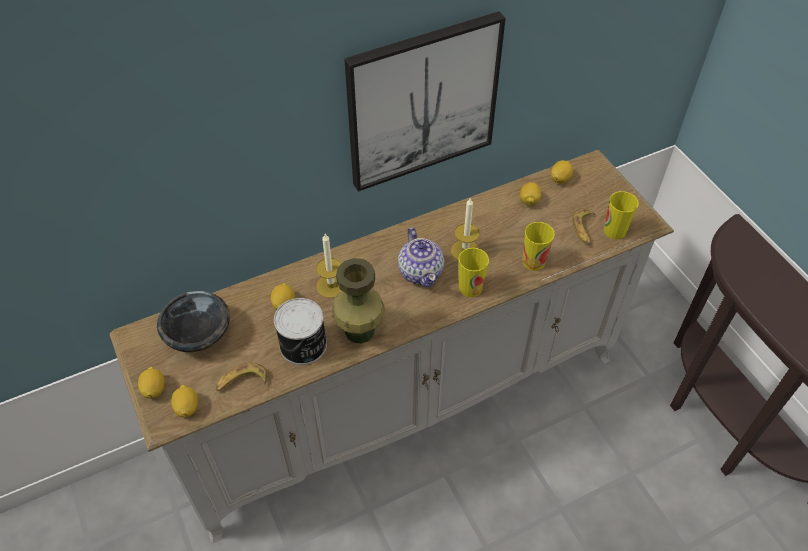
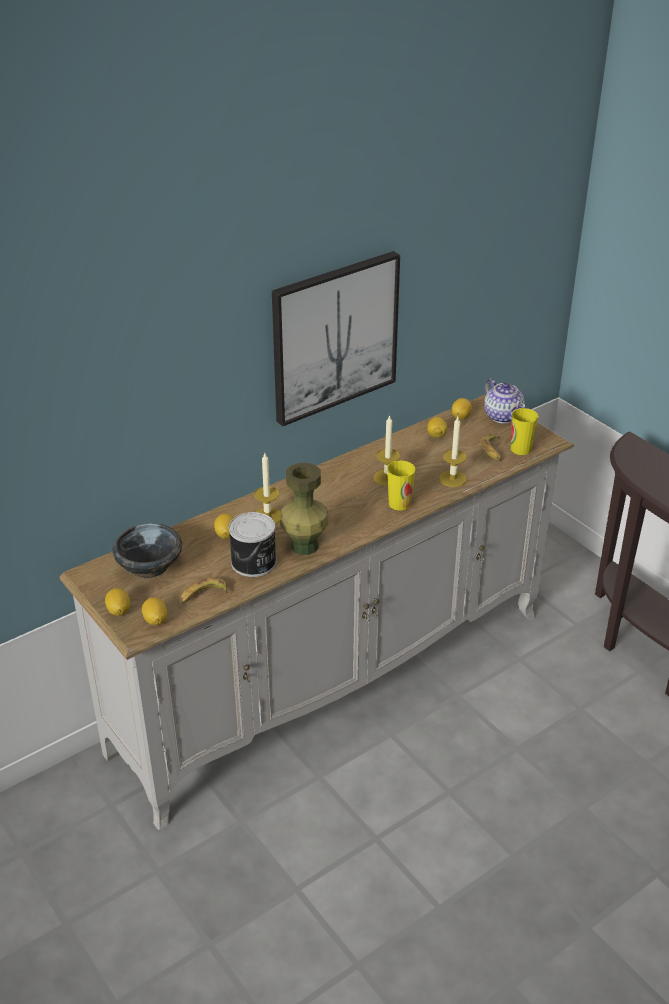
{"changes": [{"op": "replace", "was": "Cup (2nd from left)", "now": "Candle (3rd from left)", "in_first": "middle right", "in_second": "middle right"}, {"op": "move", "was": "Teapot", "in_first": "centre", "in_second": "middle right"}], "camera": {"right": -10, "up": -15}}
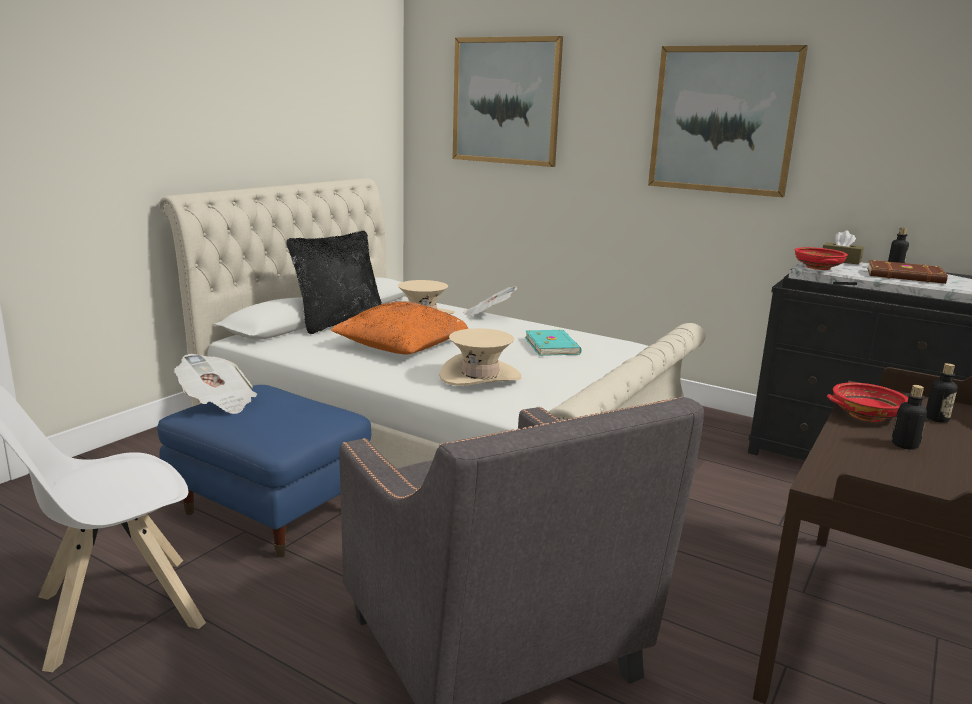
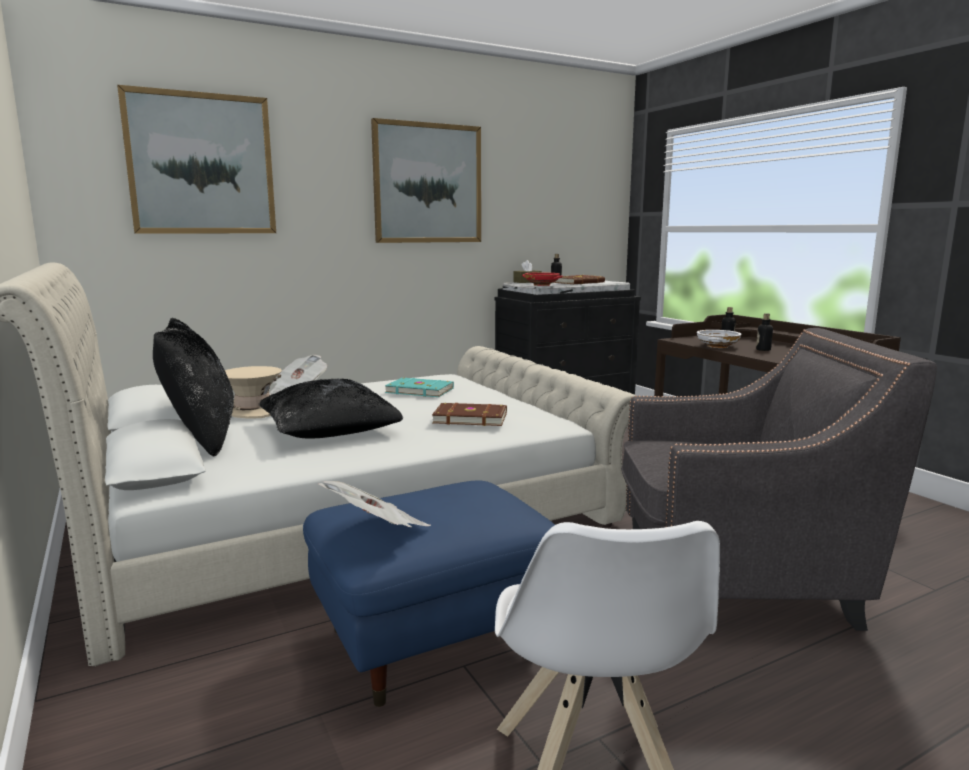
{"changes": [{"op": "recolor", "was": "OrangePillow", "now": "BlackPillow (2nd from left)", "in_first": "centre", "in_second": "centre"}, {"op": "replace", "was": "BeigeHat (2nd from left)", "now": "BrownBook (1st from left)", "in_first": "centre", "in_second": "centre"}, {"op": "recolor", "was": "RedBowl (2nd from left)", "now": "WhiteBowl", "in_first": "middle right", "in_second": "middle right"}], "camera": {"right": -60, "up": -5}}
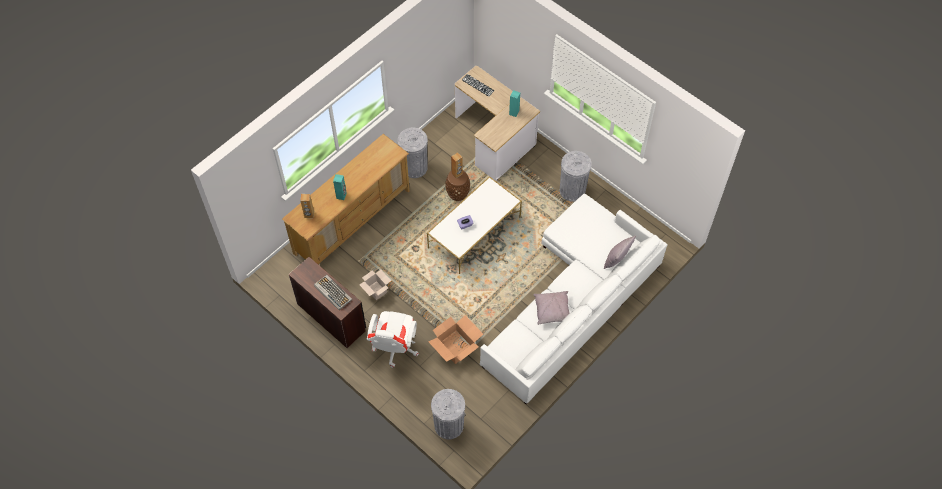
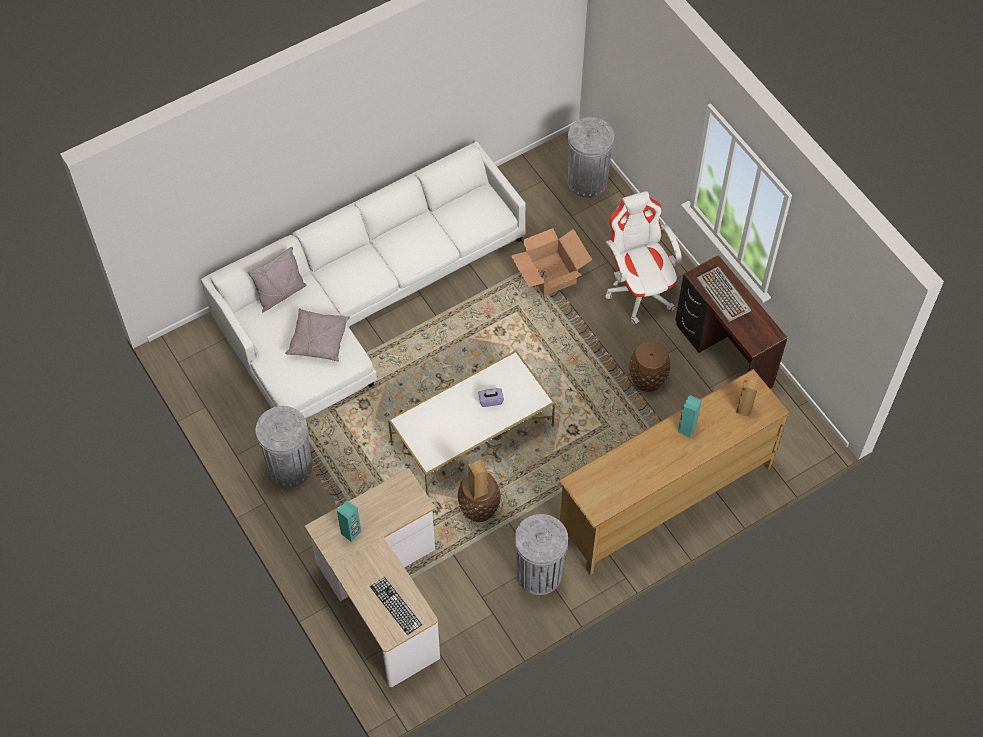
{"changes": [{"op": "move", "was": "PurplePillow (1st from left in the first image)", "now": "PurplePillow (2nd from left)", "in_first": "centre", "in_second": "middle left"}, {"op": "rotate", "was": "WhiteOfficeChair", "in_first": "bottom centre", "in_second": "centre", "clockwise": -45}, {"op": "replace", "was": "CardboardBox (1st from left)", "now": "BrownStool (2nd from left)", "in_first": "centre", "in_second": "centre"}], "camera": {"right": -165, "up": 0}}
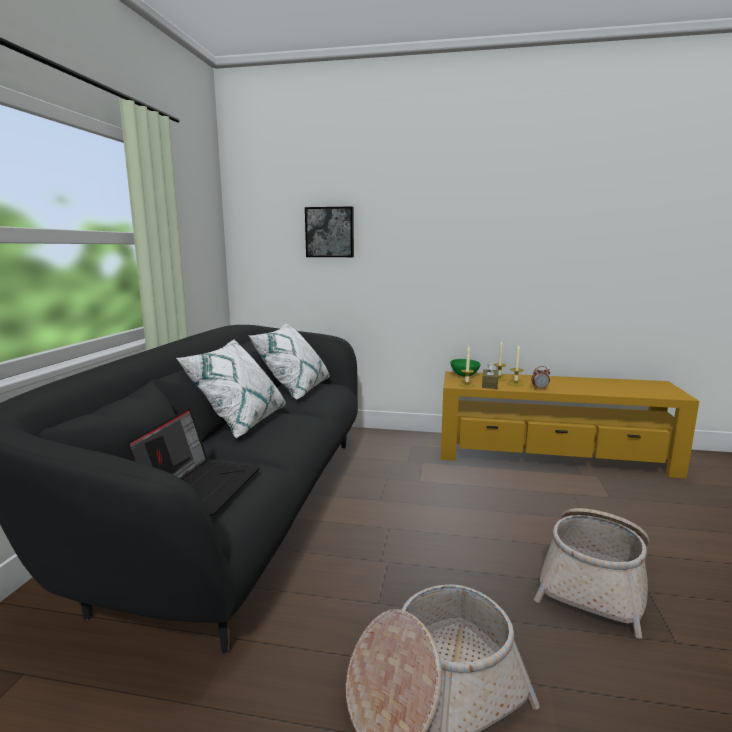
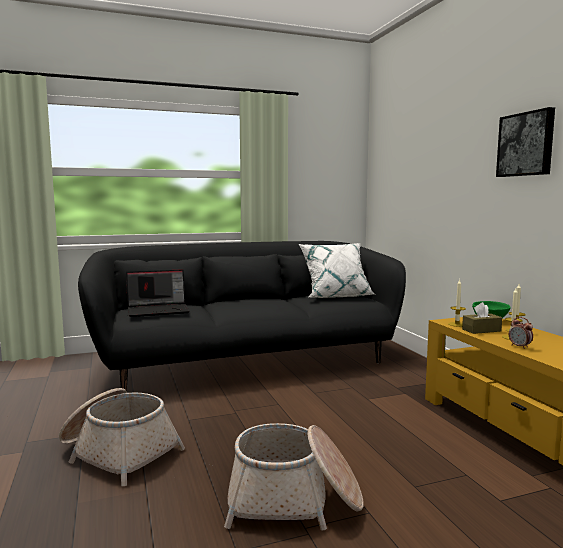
{"changes": [{"op": "move", "was": "Picture", "in_first": "top centre", "in_second": "top right"}, {"op": "delete", "was": "WhitePillow (1st from left)", "in_first": "middle left"}], "camera": {"right": 60, "up": -5}}
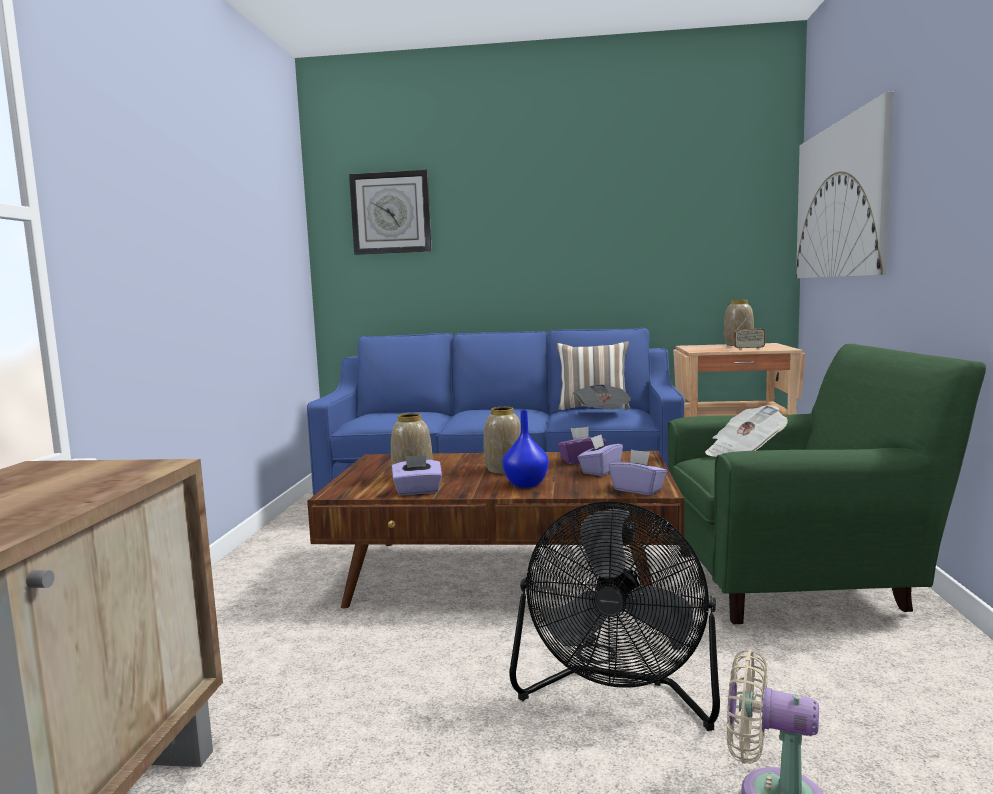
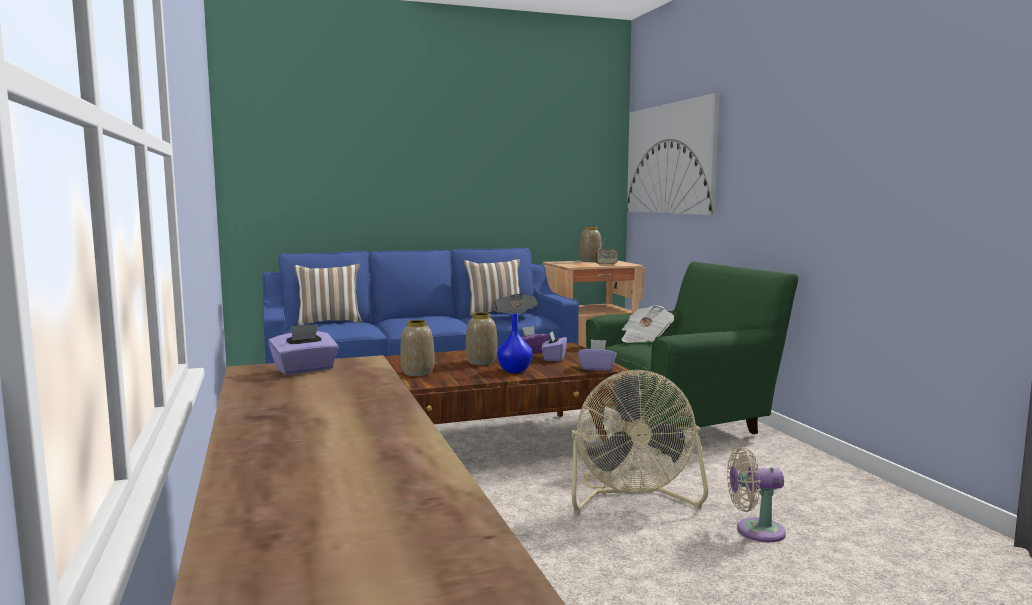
{"changes": [{"op": "move", "was": "PurpleTissueBox (1st from left)", "in_first": "centre", "in_second": "middle left"}, {"op": "insert", "now": "Pillow (1st from left)", "in_second": "middle left"}, {"op": "recolor", "was": "BlackFan", "now": "BeigeFan (1st from left)", "in_first": "bottom centre", "in_second": "bottom centre"}, {"op": "delete", "was": "WallClock", "in_first": "top centre"}], "camera": {"right": -25, "up": 0}}
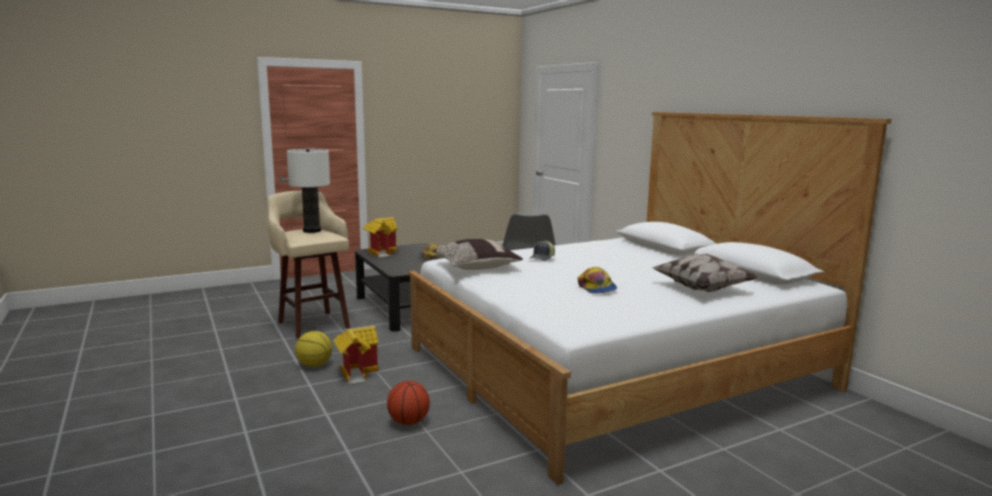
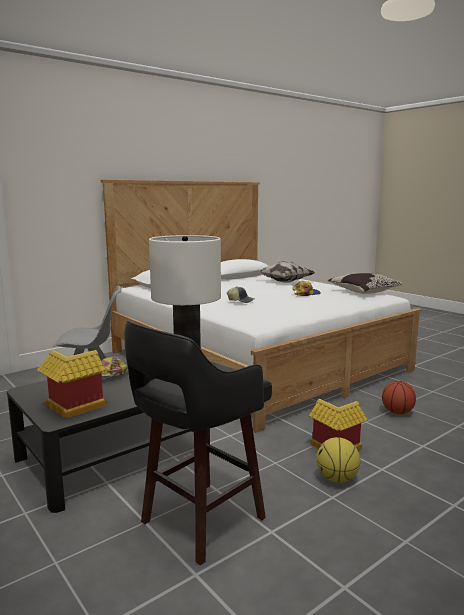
{"changes": [{"op": "recolor", "was": "BeigeStool", "now": "BlackStool", "in_first": "middle left", "in_second": "bottom centre"}, {"op": "move", "was": "Pillow (1st from left in the first image)", "now": "Pillow (2nd from left)", "in_first": "centre", "in_second": "middle right"}], "camera": {"right": -100, "up": 0}}
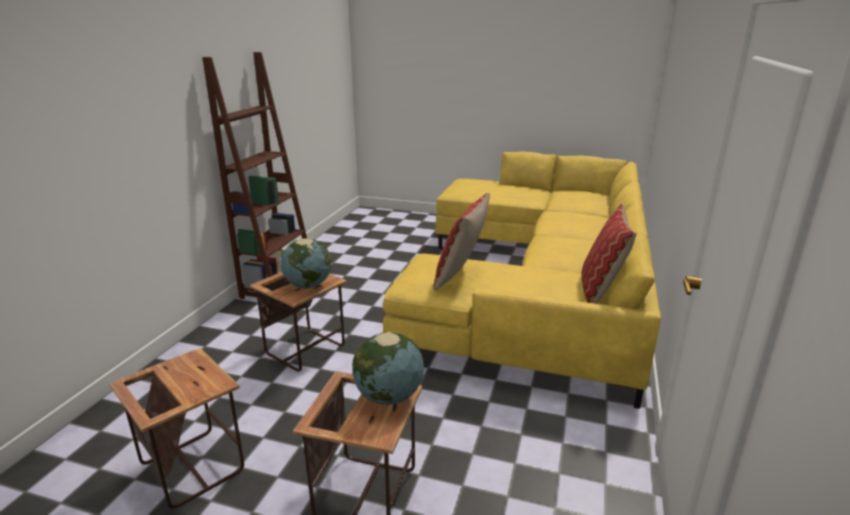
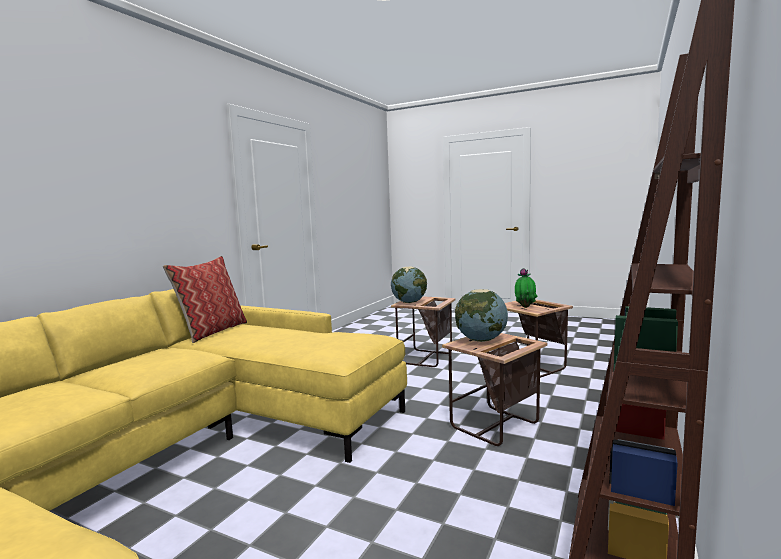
{"changes": [{"op": "insert", "now": "PottedPlant", "in_second": "middle right"}, {"op": "delete", "was": "Pillow (1st from left)", "in_first": "centre"}], "camera": {"right": -170, "up": -15}}
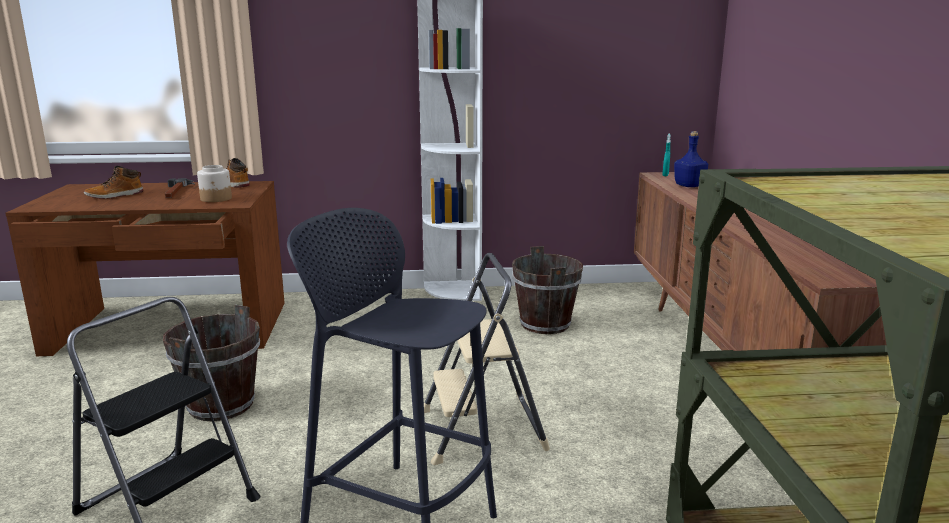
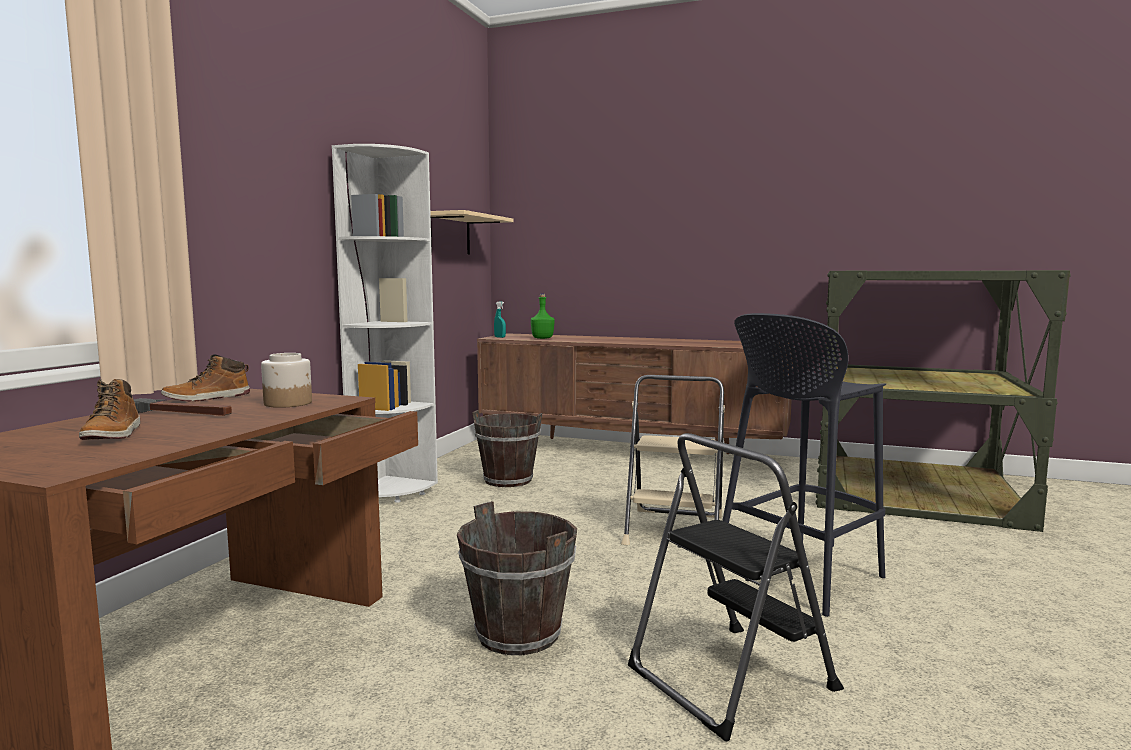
{"changes": [{"op": "insert", "now": "BeigeShelf", "in_second": "top centre"}, {"op": "recolor", "was": "BlueBottle", "now": "GreenBottle", "in_first": "top right", "in_second": "centre"}], "camera": {"right": -65, "up": -10}}
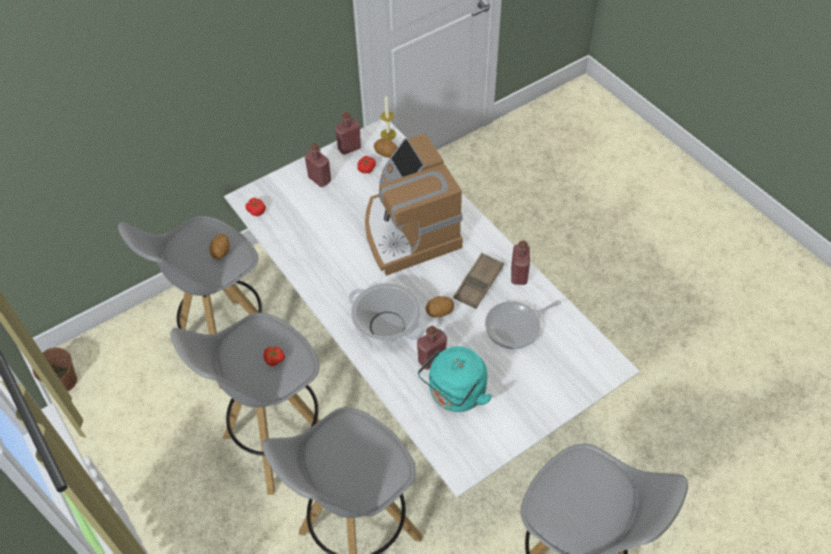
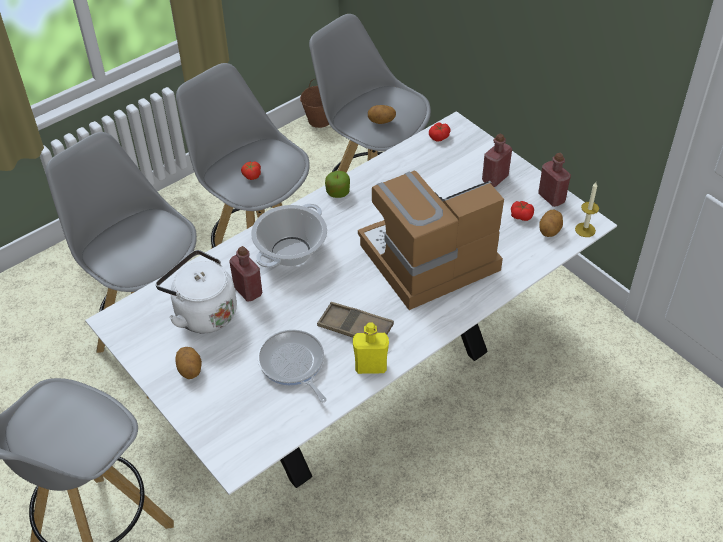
{"changes": [{"op": "recolor", "was": "TurquoiseKettle", "now": "WhiteKettle", "in_first": "bottom centre", "in_second": "middle left"}, {"op": "move", "was": "Potato (3rd from left in the first image)", "now": "Potato (1st from left)", "in_first": "centre", "in_second": "bottom left"}, {"op": "insert", "now": "Apple", "in_second": "centre"}, {"op": "recolor", "was": "RedBottle (4th from left)", "now": "YellowBottle", "in_first": "centre", "in_second": "centre"}], "camera": {"right": 85, "up": -5}}
